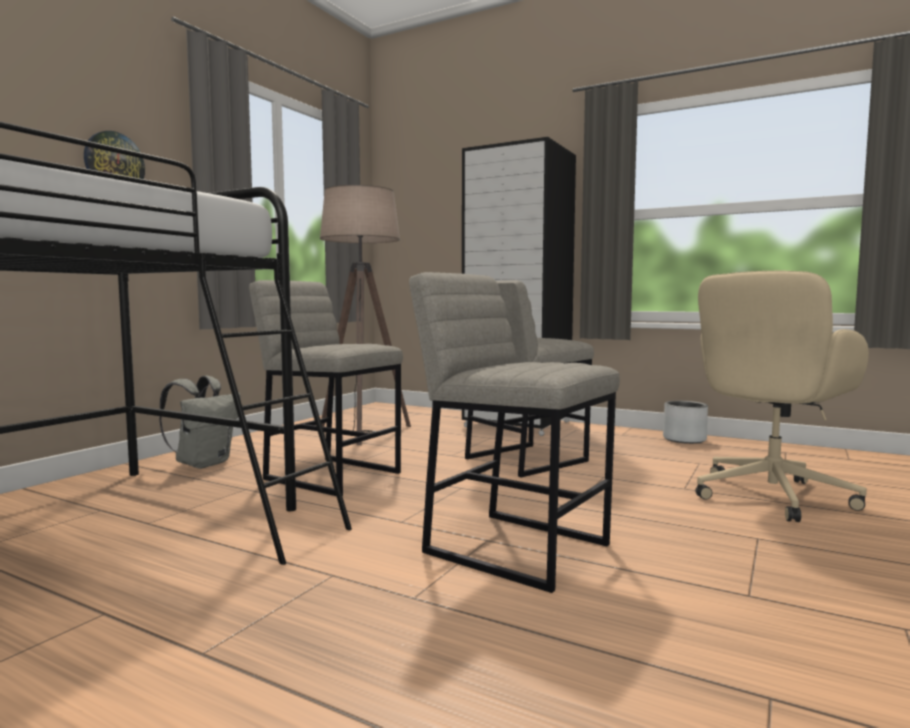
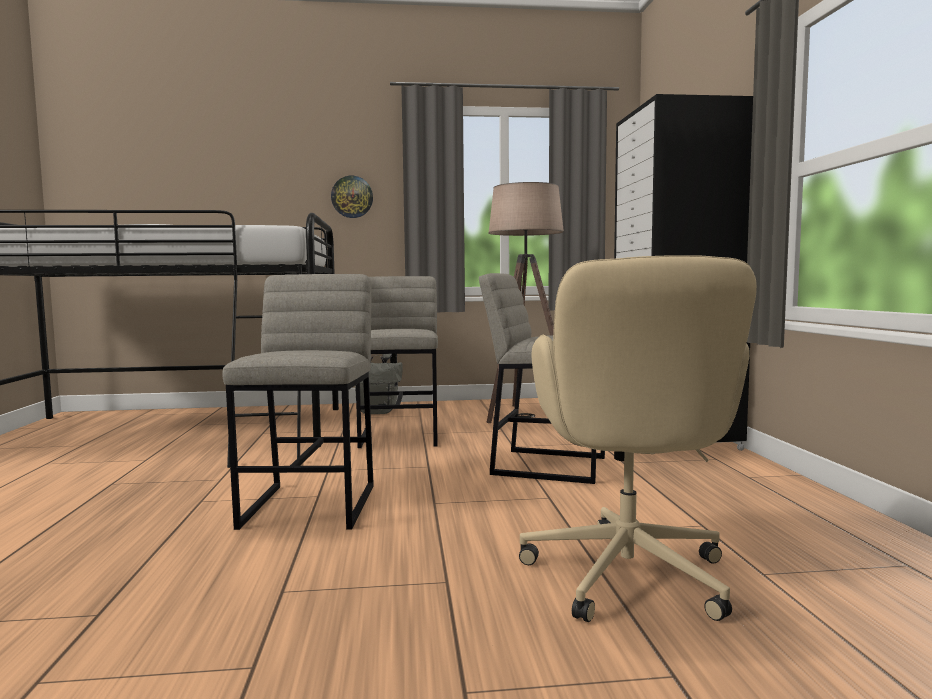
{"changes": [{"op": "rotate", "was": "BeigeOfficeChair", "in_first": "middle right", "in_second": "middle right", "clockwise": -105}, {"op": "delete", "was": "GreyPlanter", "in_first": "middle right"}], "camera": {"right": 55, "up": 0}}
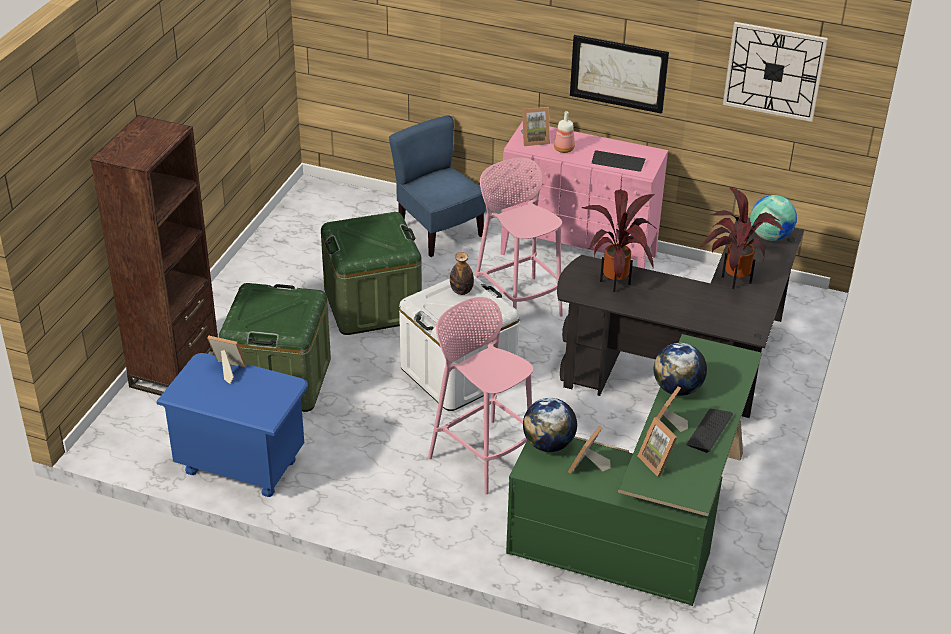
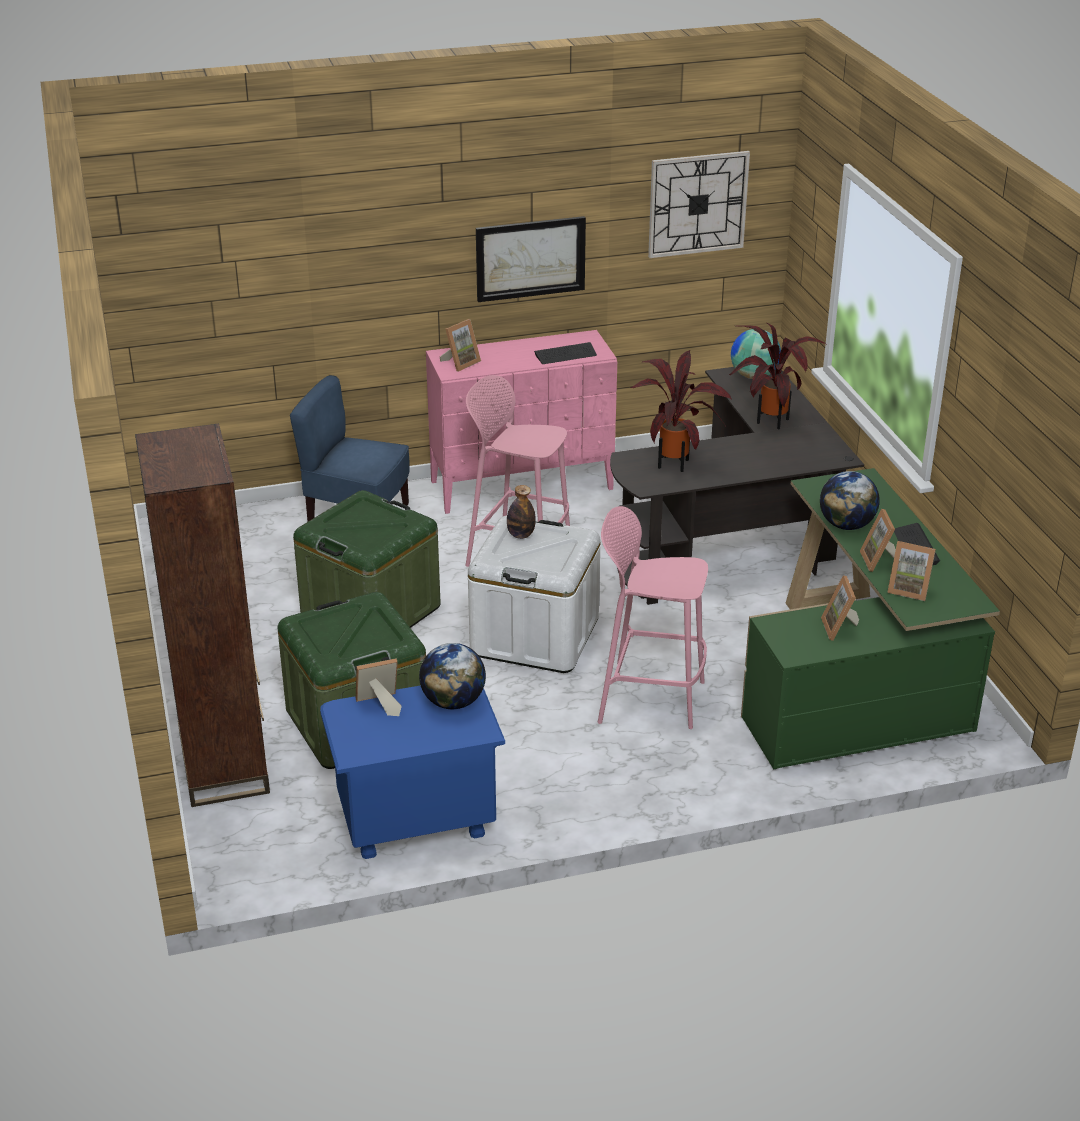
{"changes": [{"op": "move", "was": "Globe (1st from left)", "in_first": "bottom centre", "in_second": "centre"}, {"op": "delete", "was": "Bottle (2nd from left)", "in_first": "top centre"}], "camera": {"right": -35, "up": -5}}
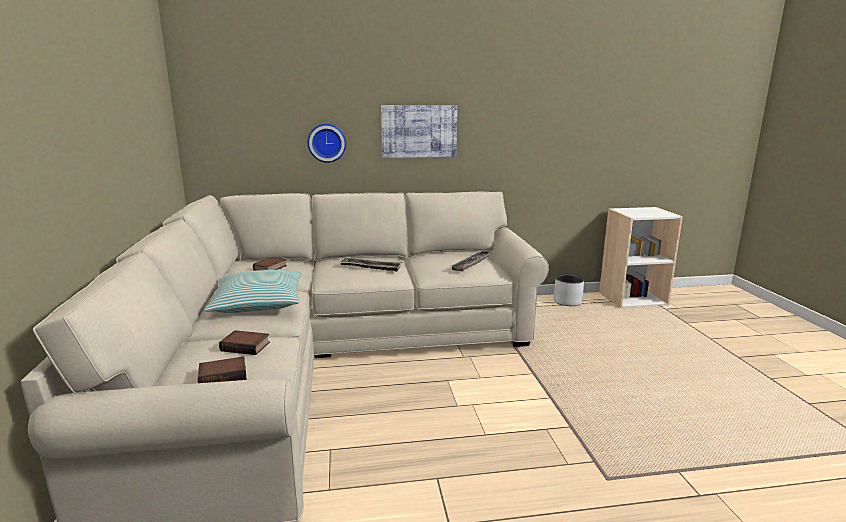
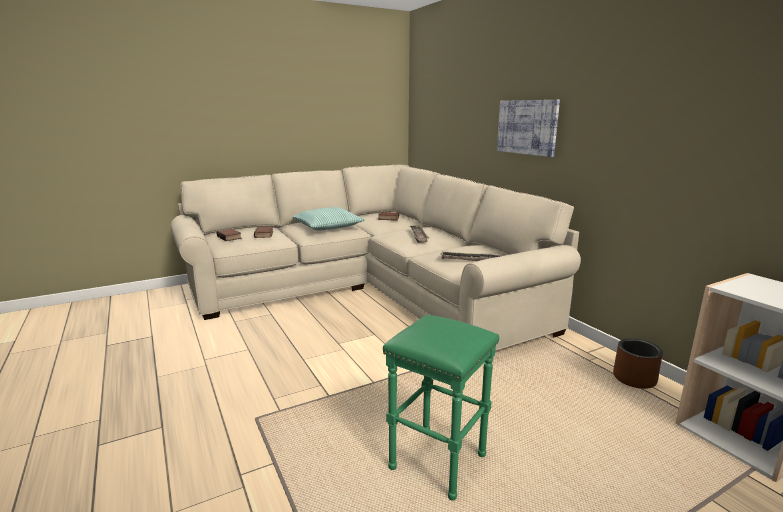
{"changes": [{"op": "insert", "now": "GreenStool", "in_second": "bottom centre"}, {"op": "recolor", "was": "GreyPlanter", "now": "BrownPlanter", "in_first": "middle right", "in_second": "bottom right"}, {"op": "delete", "was": "WallClock", "in_first": "top centre"}], "camera": {"right": 70, "up": 0}}
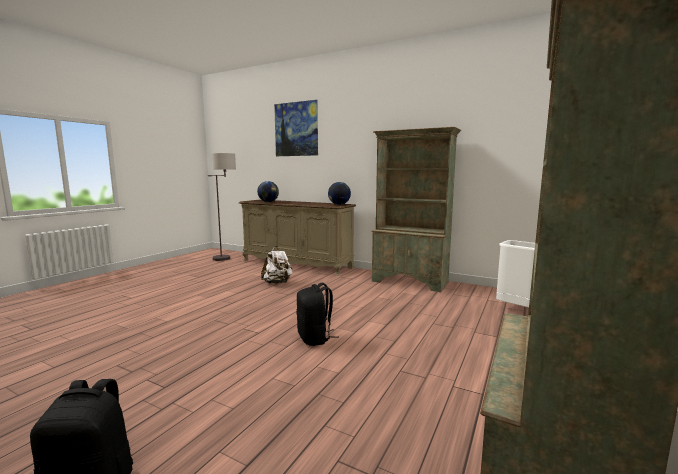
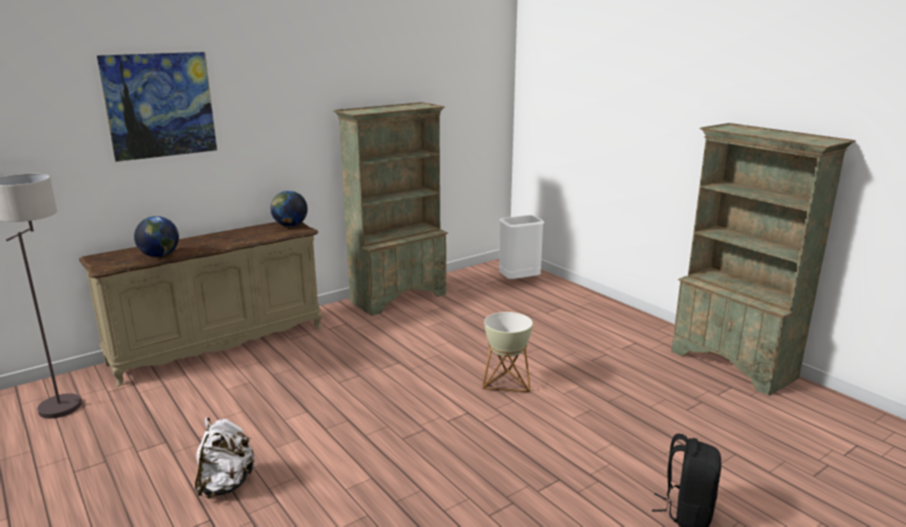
{"changes": [{"op": "move", "was": "WhiteBackpack", "in_first": "centre", "in_second": "bottom left"}, {"op": "replace", "was": "BlackBackpack (2nd from left)", "now": "Planter", "in_first": "centre", "in_second": "bottom centre"}], "camera": {"right": -65, "up": 10}}
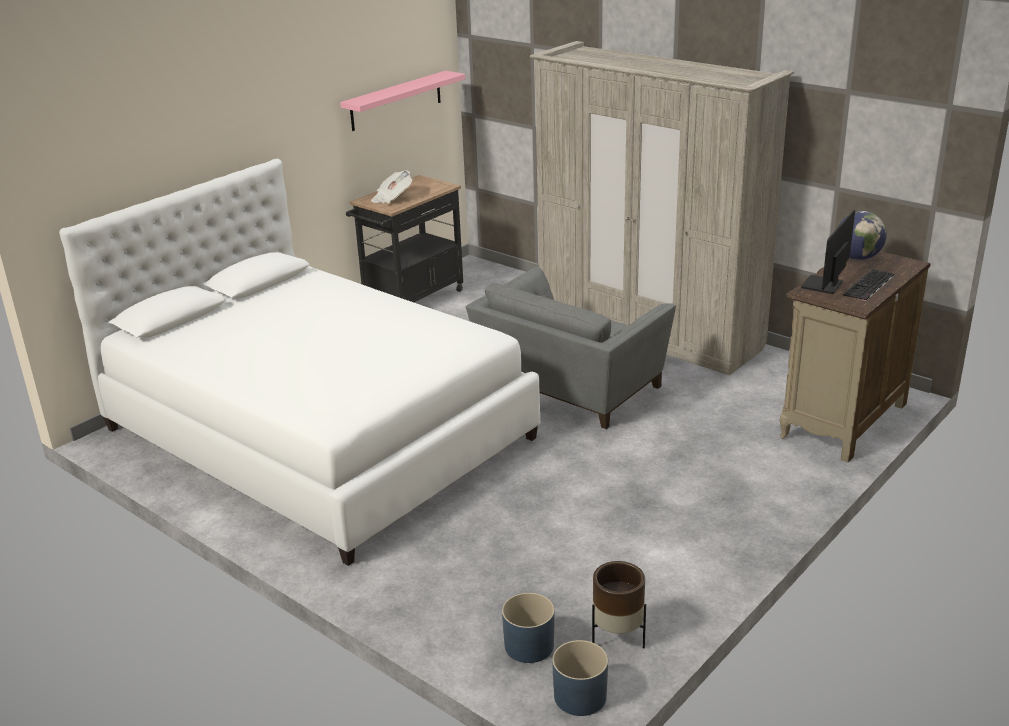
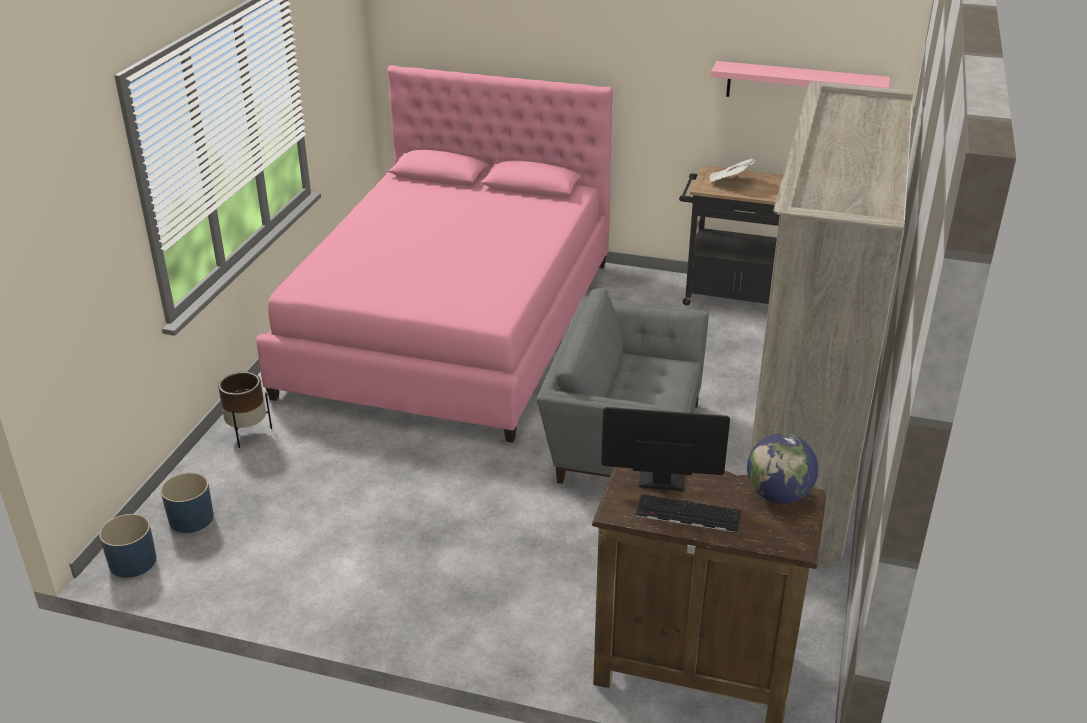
{"changes": [{"op": "move", "was": "BrownPlanter", "in_first": "bottom centre", "in_second": "middle left"}, {"op": "recolor", "was": "WhiteBed", "now": "PinkBed", "in_first": "middle left", "in_second": "centre"}], "camera": {"right": 65, "up": 5}}
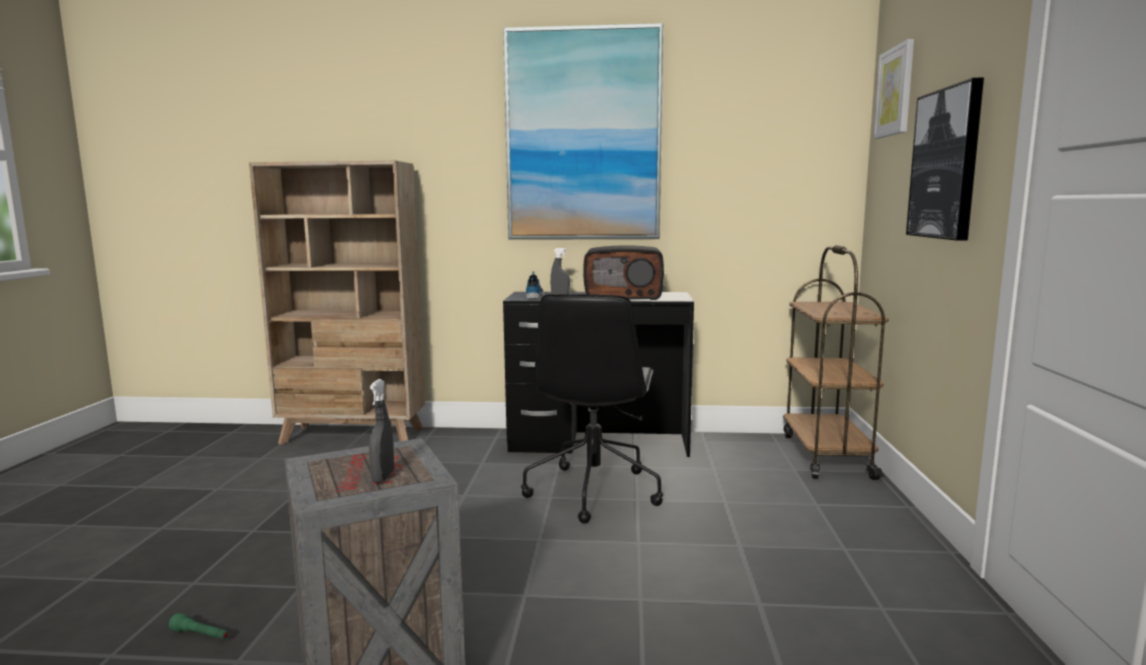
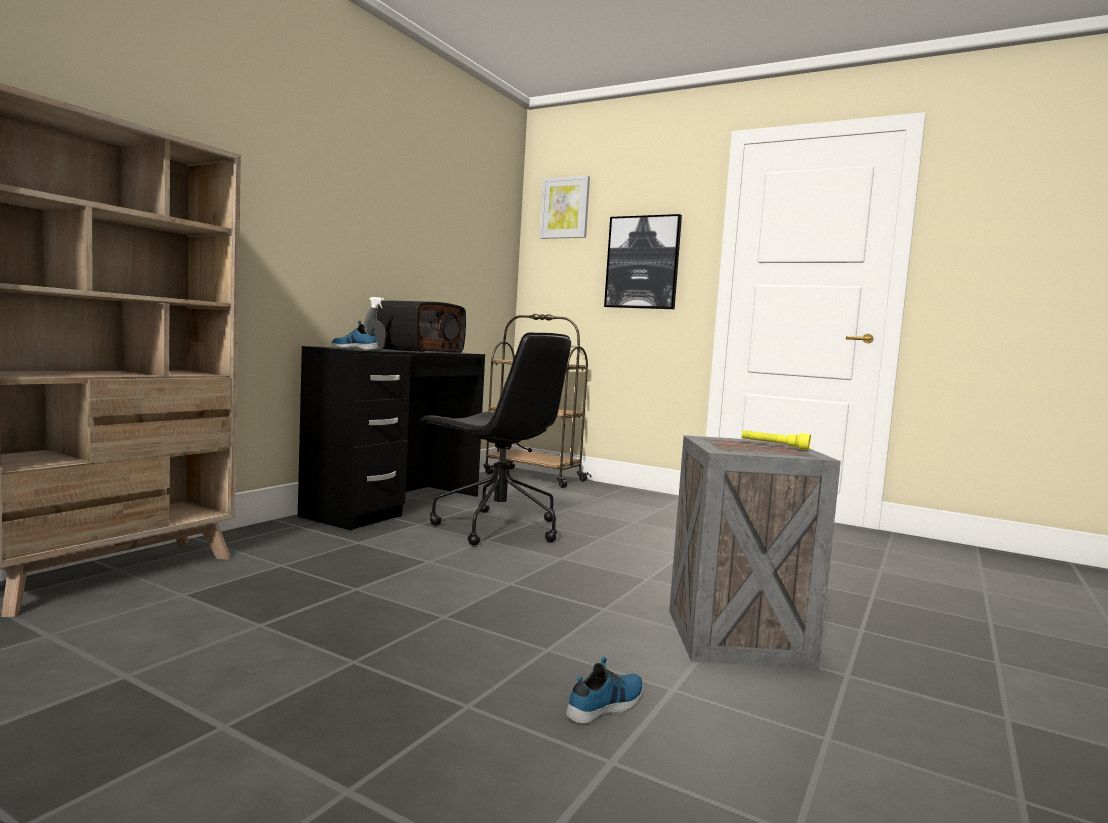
{"changes": [{"op": "replace", "was": "GreenFlashlight", "now": "Shoe (2nd from left)", "in_first": "bottom left", "in_second": "bottom centre"}, {"op": "replace", "was": "GreySprayBottle (1st from left)", "now": "YellowFlashlight", "in_first": "middle left", "in_second": "middle right"}, {"op": "delete", "was": "Picture (1st from left)", "in_first": "top centre"}], "camera": {"right": -65, "up": -5}}
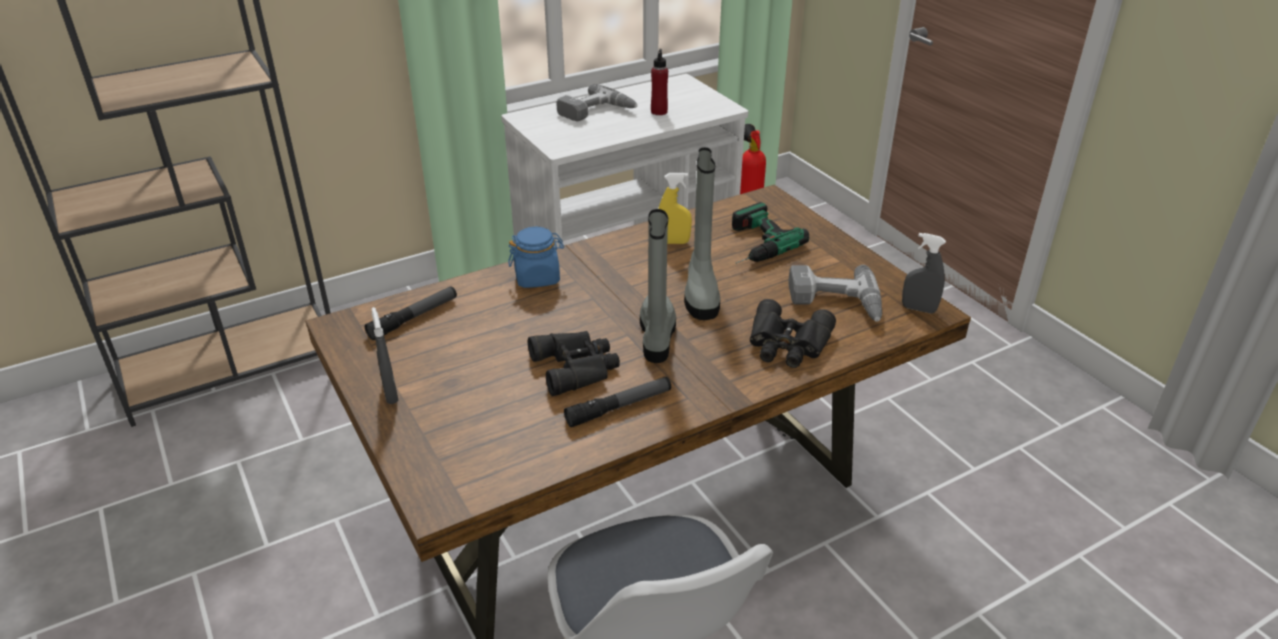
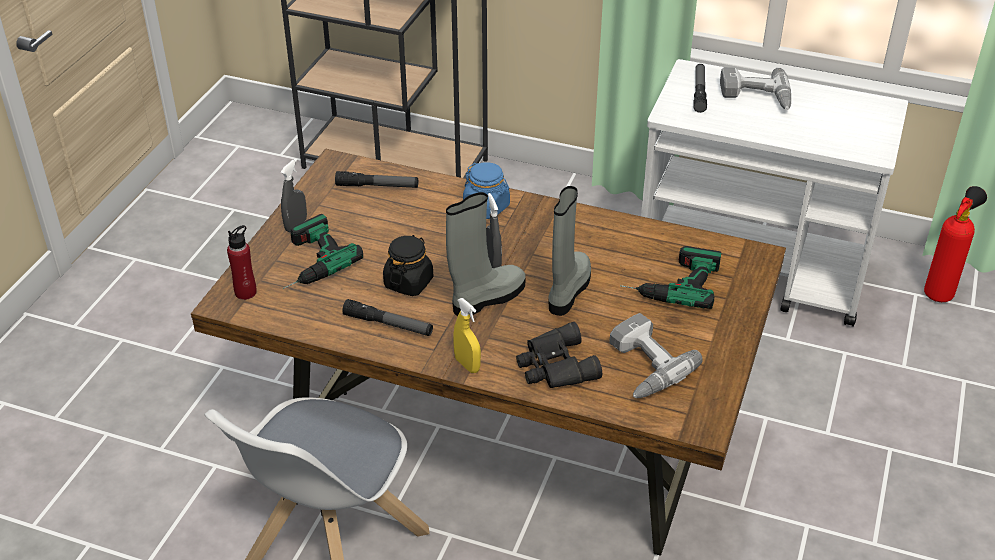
{"changes": [{"op": "move", "was": "RedBottle", "in_first": "top centre", "in_second": "middle left"}, {"op": "insert", "now": "PowerDrill (1st from left)", "in_second": "middle left"}, {"op": "replace", "was": "BlackBinoculars (1st from left)", "now": "BlackJar", "in_first": "centre", "in_second": "centre"}, {"op": "move", "was": "YellowSprayBottle", "in_first": "top centre", "in_second": "centre"}, {"op": "move", "was": "GreySprayBottle (2nd from left)", "in_first": "middle right", "in_second": "centre"}, {"op": "rotate", "was": "GreyBoot (2nd from left)", "in_first": "centre", "in_second": "centre", "clockwise": 150}, {"op": "insert", "now": "Flashlight (3rd from left)", "in_second": "top right"}], "camera": {"right": 50, "up": 5}}
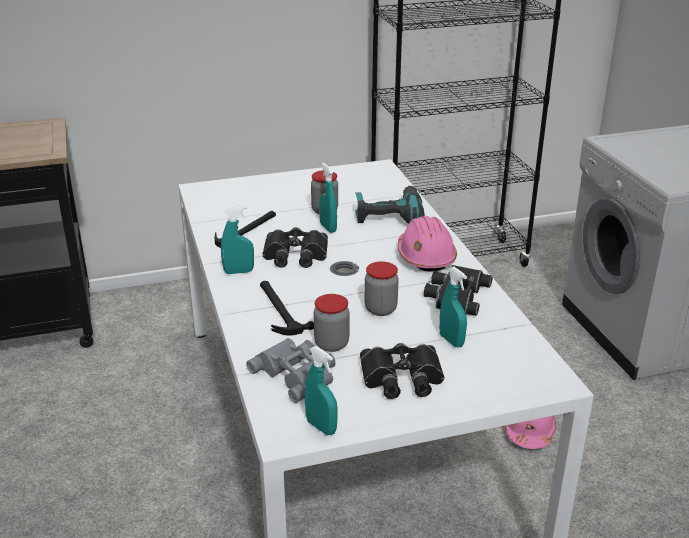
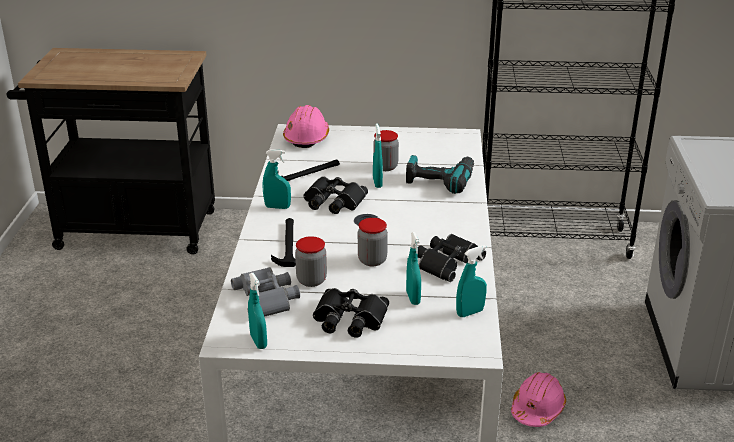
{"changes": [{"op": "move", "was": "PinkHardHat (1st from left)", "in_first": "centre", "in_second": "top centre"}, {"op": "insert", "now": "TurquoiseSprayBottle (5th from left)", "in_second": "centre"}], "camera": {"right": 20, "up": 0}}
